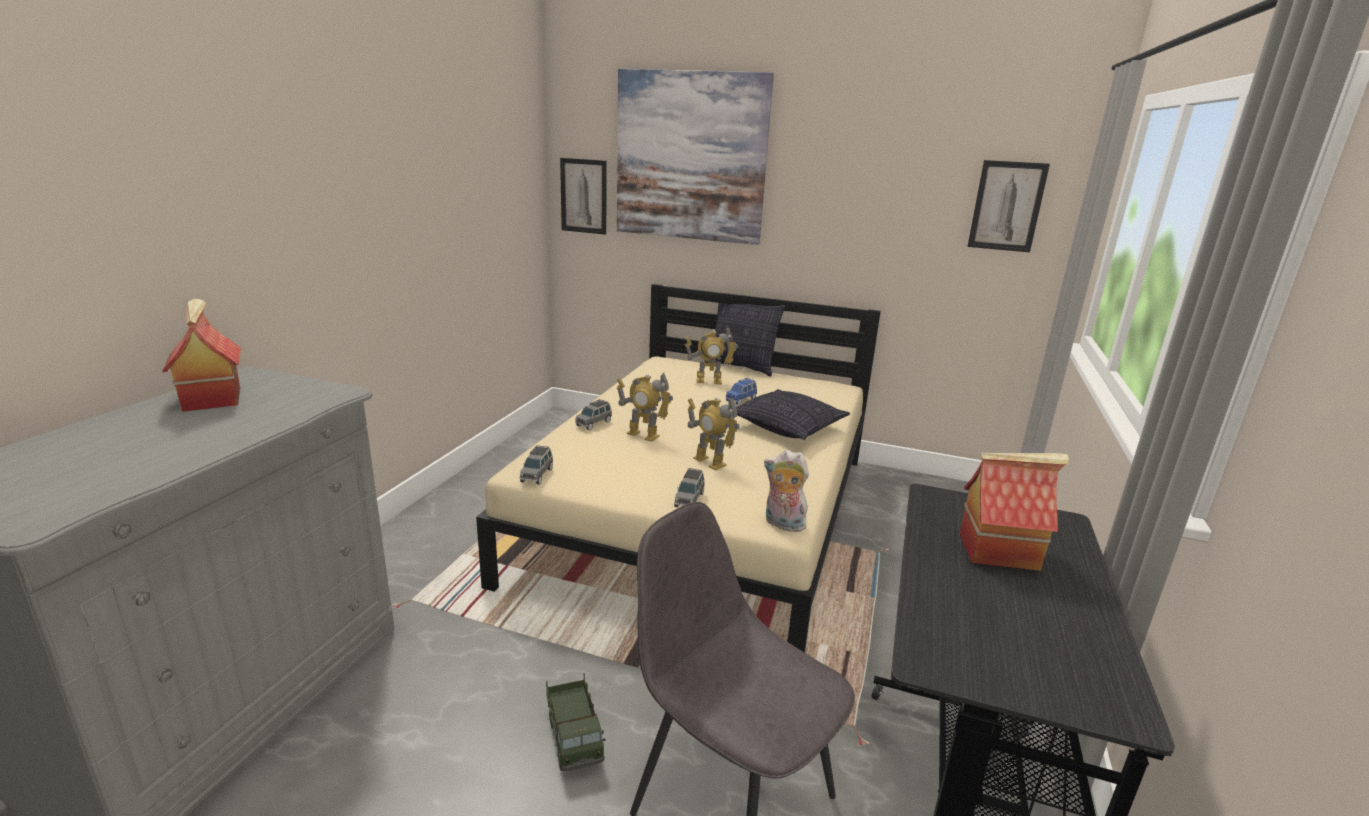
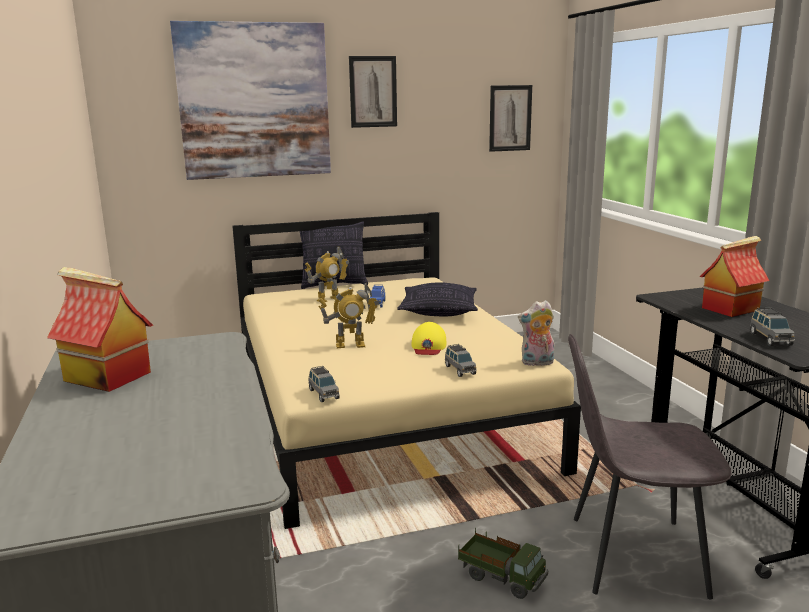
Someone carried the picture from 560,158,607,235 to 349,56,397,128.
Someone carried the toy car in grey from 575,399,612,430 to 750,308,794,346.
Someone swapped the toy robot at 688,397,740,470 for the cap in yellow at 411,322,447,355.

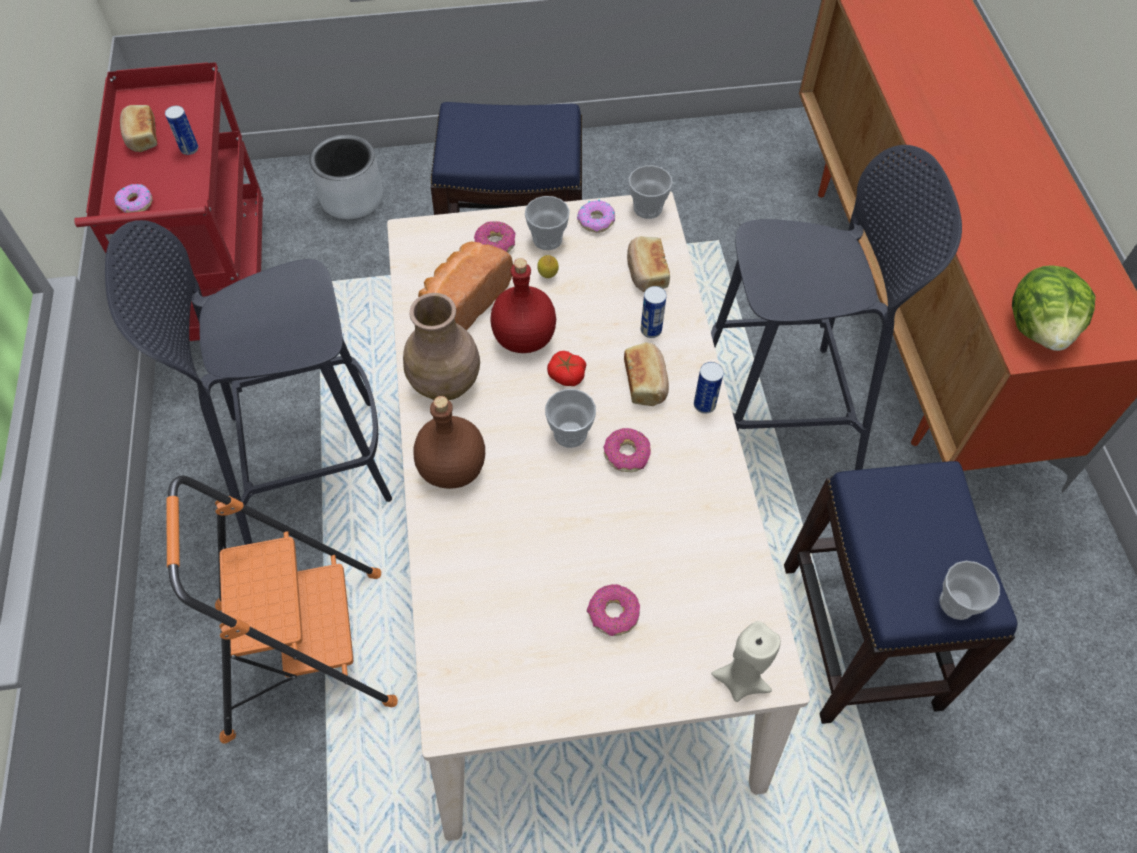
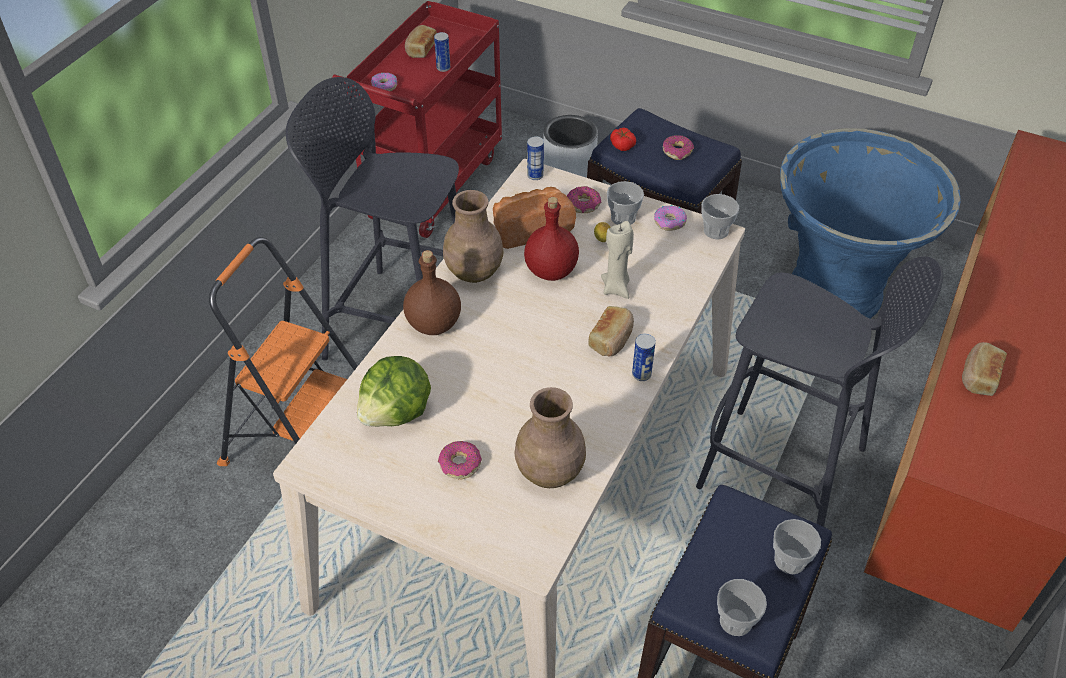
Someone carried the cup from 545,389,596,448 to 773,519,821,574.
Someone carried the tomato from 547,351,586,386 to 610,128,636,151.
Someone carried the donut from 604,428,651,472 to 663,135,694,160.
Someone carried the bread from 627,236,670,292 to 962,342,1007,396.
Someone carried the can from 641,286,667,338 to 527,136,544,180.
Someone carried the candle in beige from 711,621,781,702 to 601,221,634,299.
Someone carried the lettuce from 1012,265,1096,351 to 357,356,431,427.
Someone put down the vase in brown at 515,387,586,488.
Someone put down the planter in blue at 780,128,961,319.

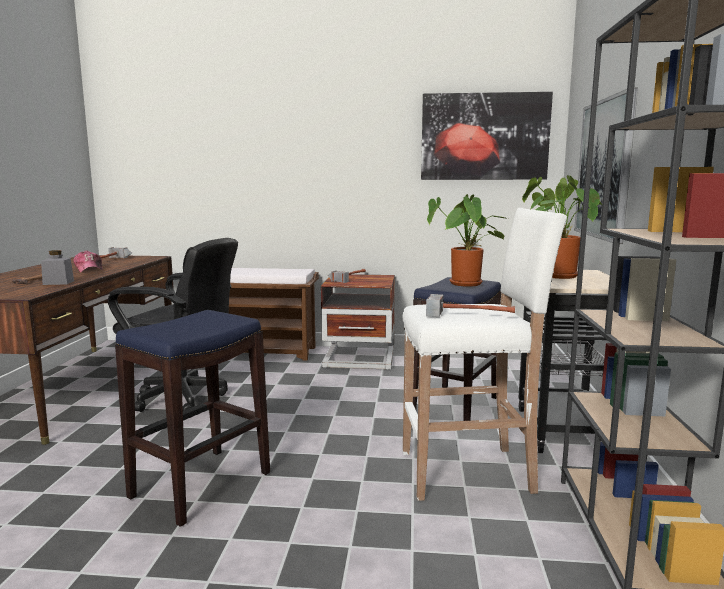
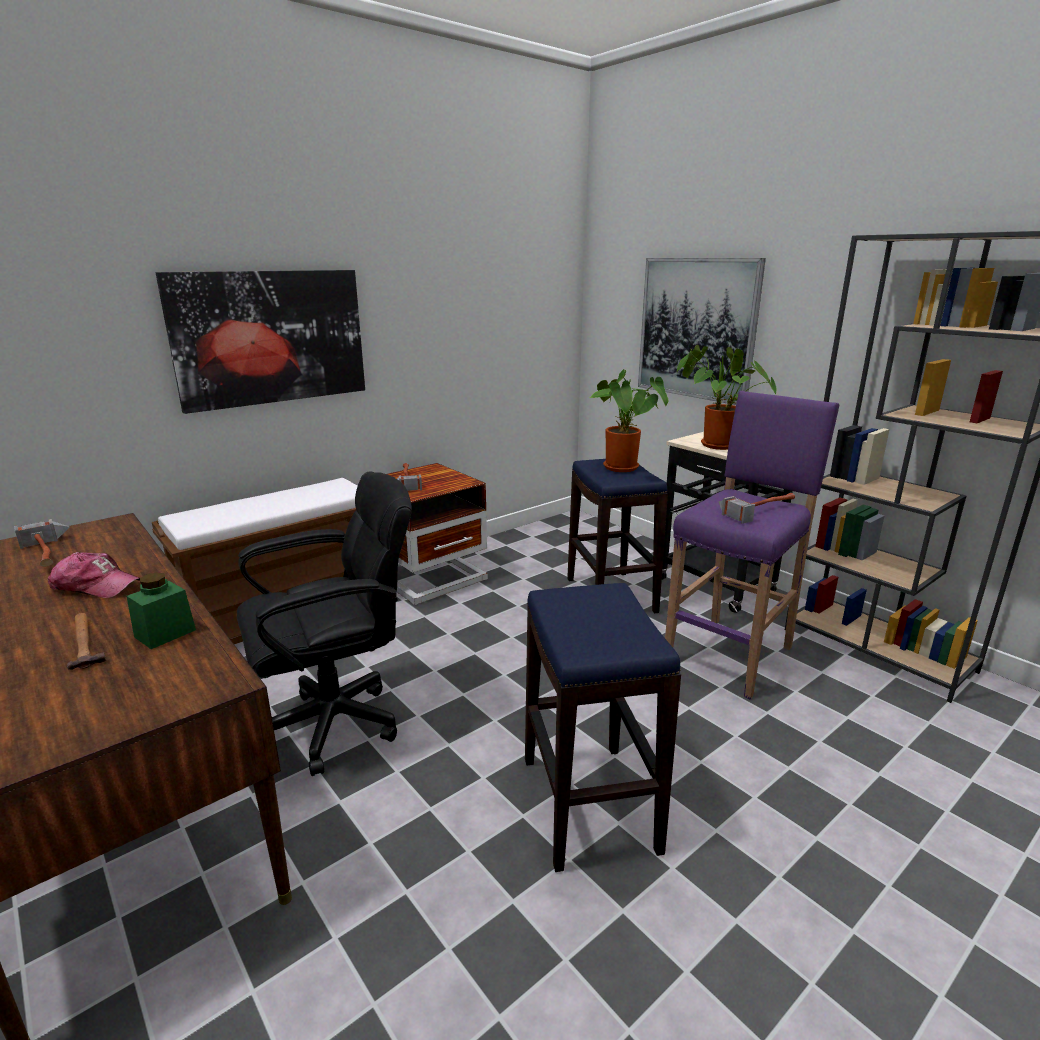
Someone repainted the jar in grey at 41,250,74,285, which became the jar in green at 127,572,196,649.
Someone repainted the stool in white at 403,208,567,501, which became the stool in purple at 665,391,839,699.
Someone carried the picture from 421,92,553,180 to 156,270,365,414.

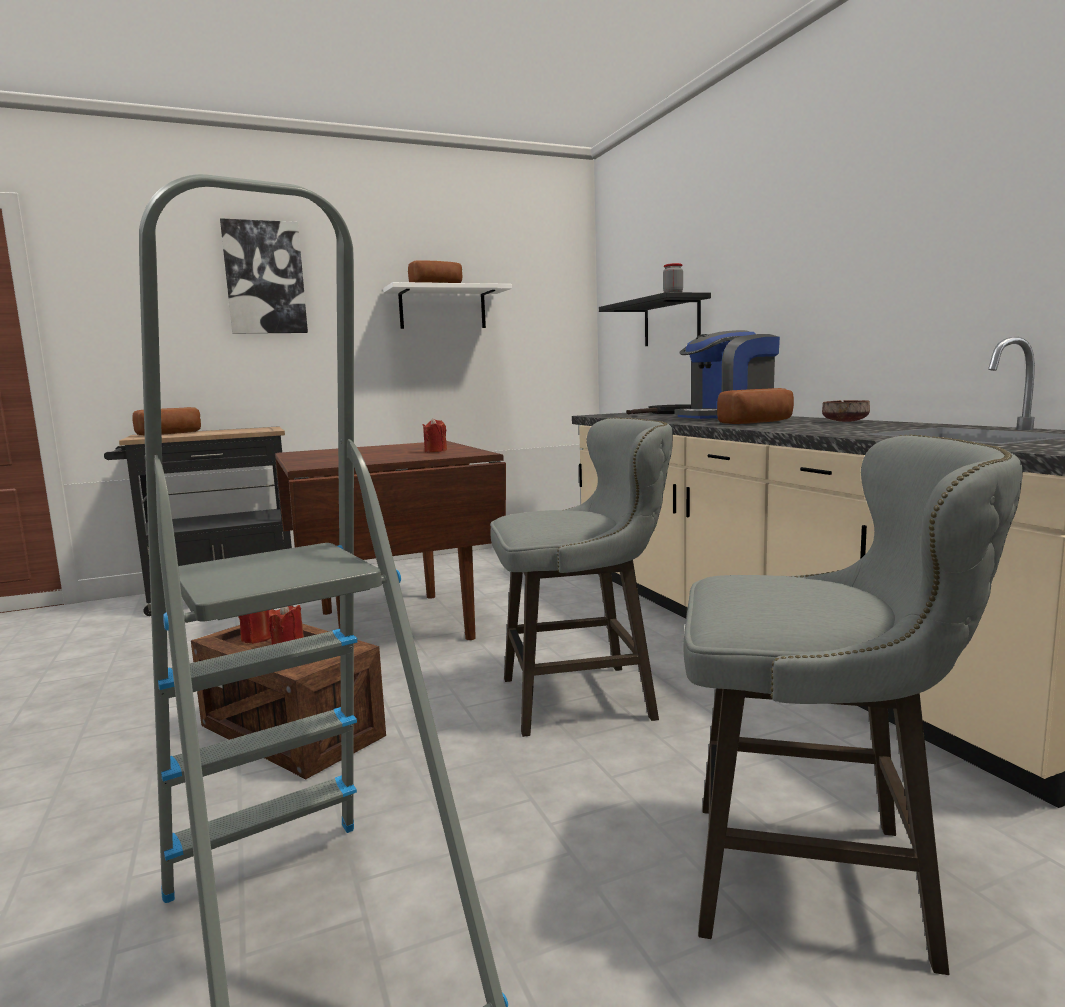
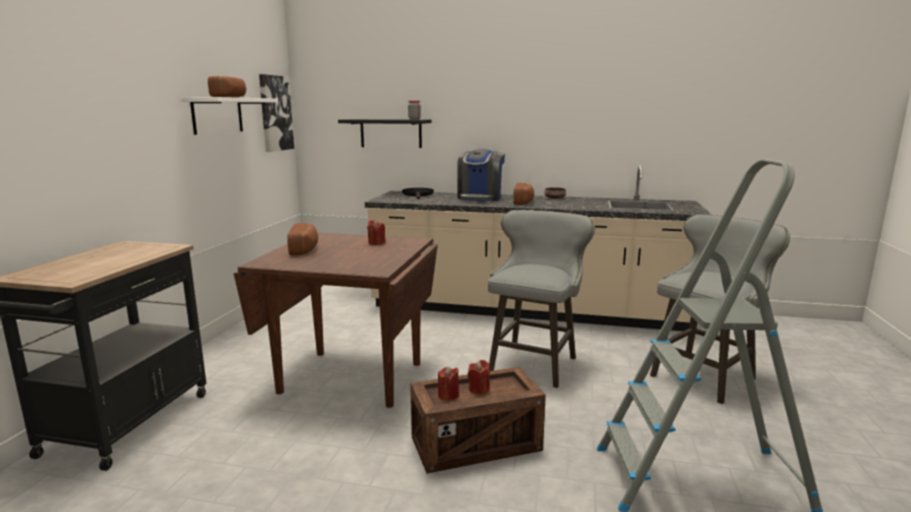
Someone carried the bread from 132,407,201,435 to 287,223,318,255.
Someone carried the picture from 220,218,308,334 to 259,74,294,152.

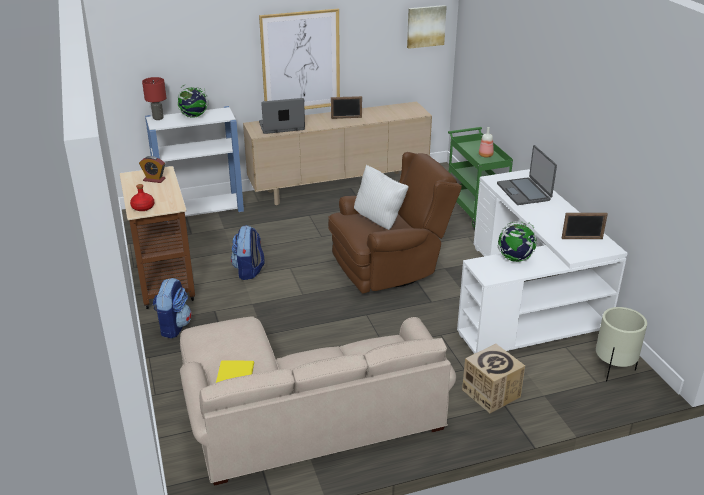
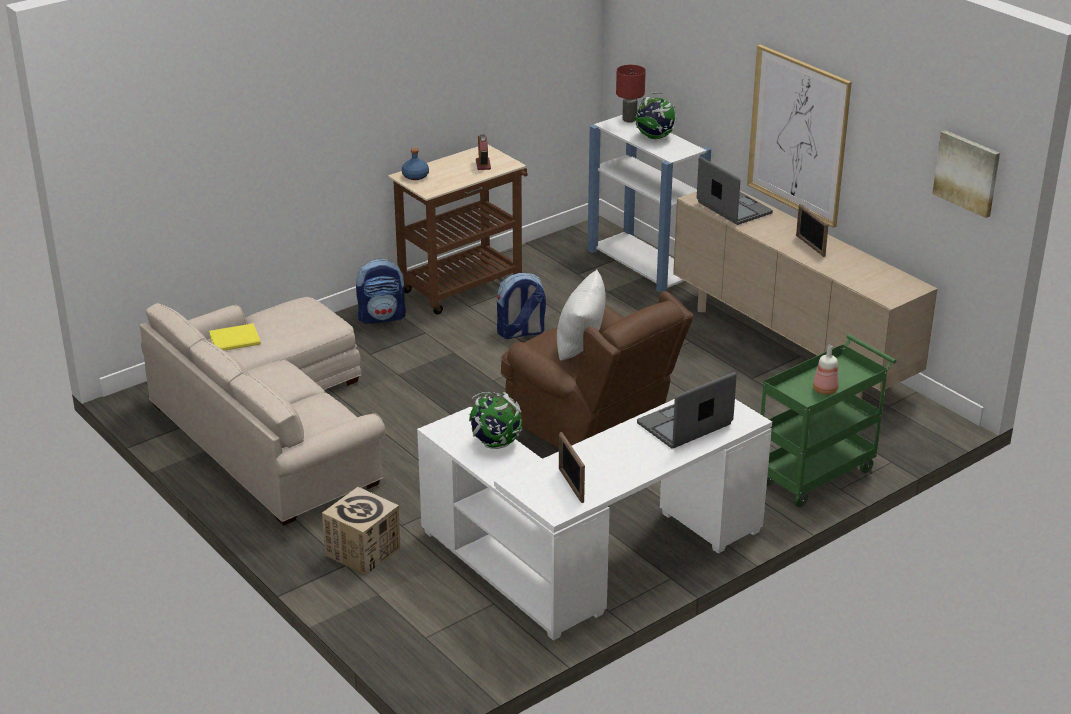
Someone repainted the bottle in red at 130,184,154,211, which became the bottle in blue at 402,148,429,180.
Someone took away the planter in beige at 596,307,647,381.

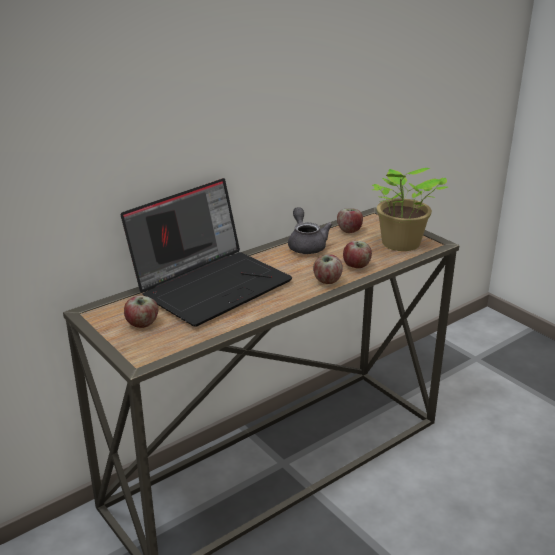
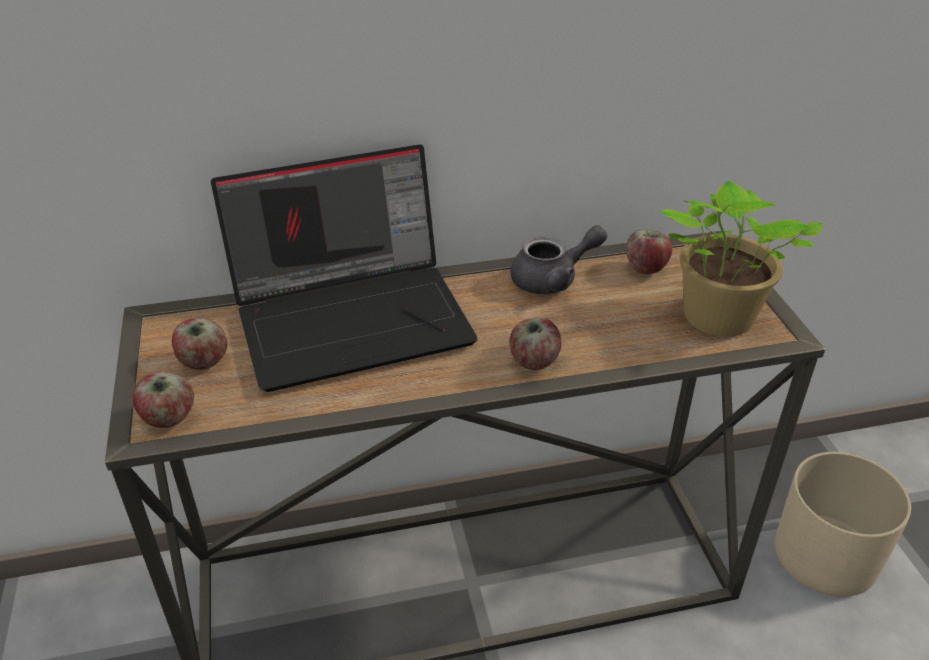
Someone rotated the teapot in grey at 288,207,332,254 by 60 degrees clockwise.
Someone carried the apple from 343,241,372,268 to 132,371,194,428.
Someone put down the planter in beige at 775,452,911,597.

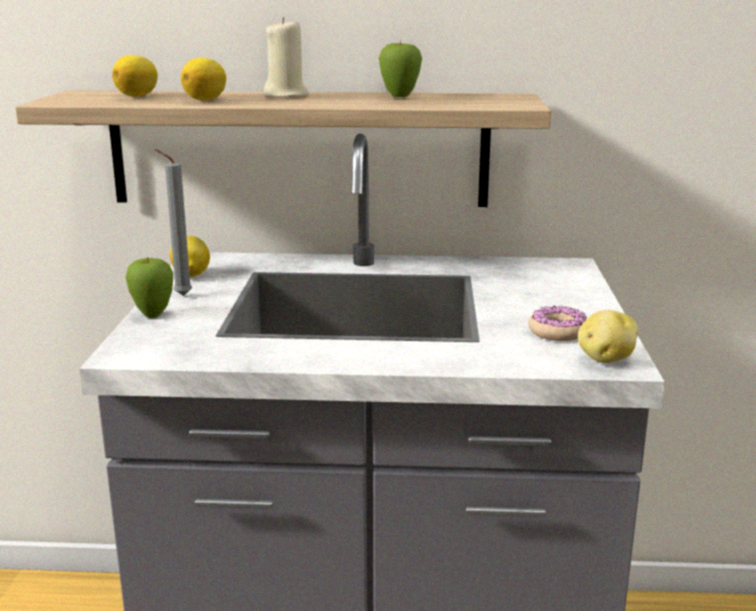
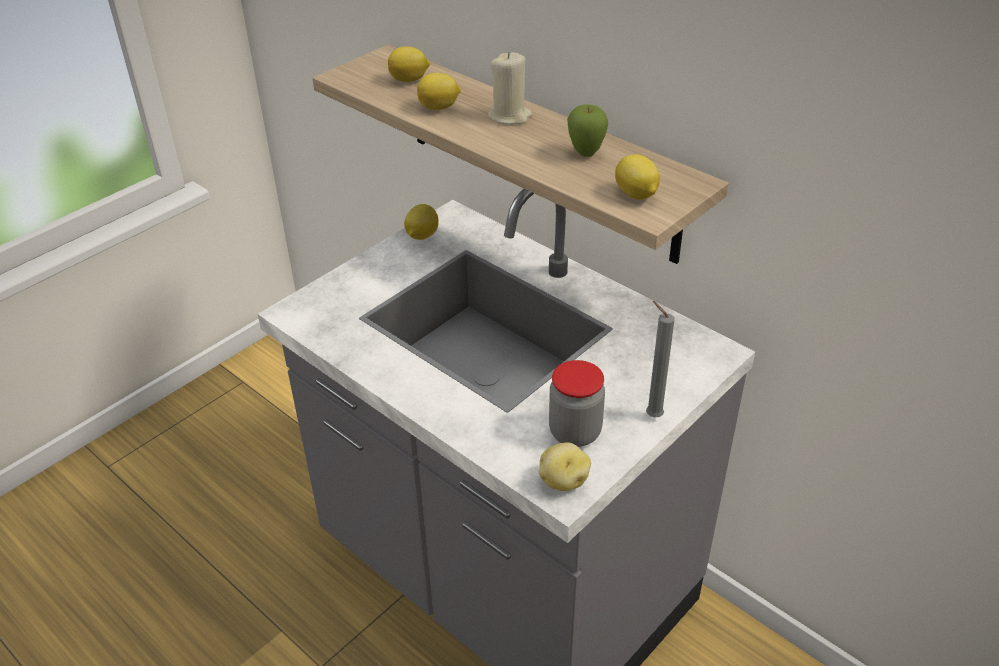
Someone took away the apple at 126,257,173,318.
Someone carried the candle in grey from 155,149,192,296 to 646,301,675,418.
Someone swapped the donut at 528,306,587,341 for the jar at 549,360,605,447.
Someone put down the lemon at 615,154,660,200.

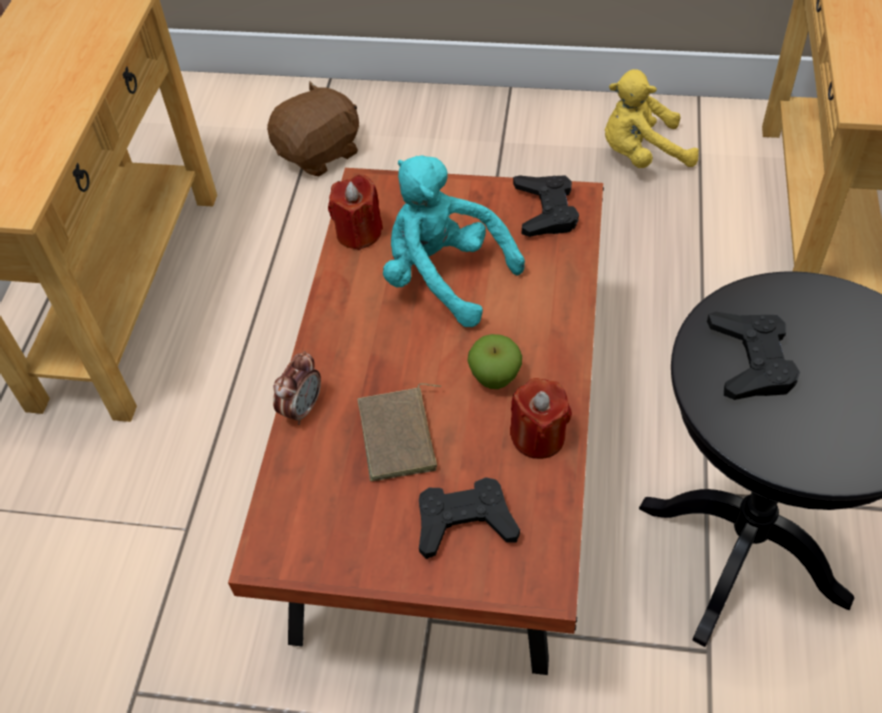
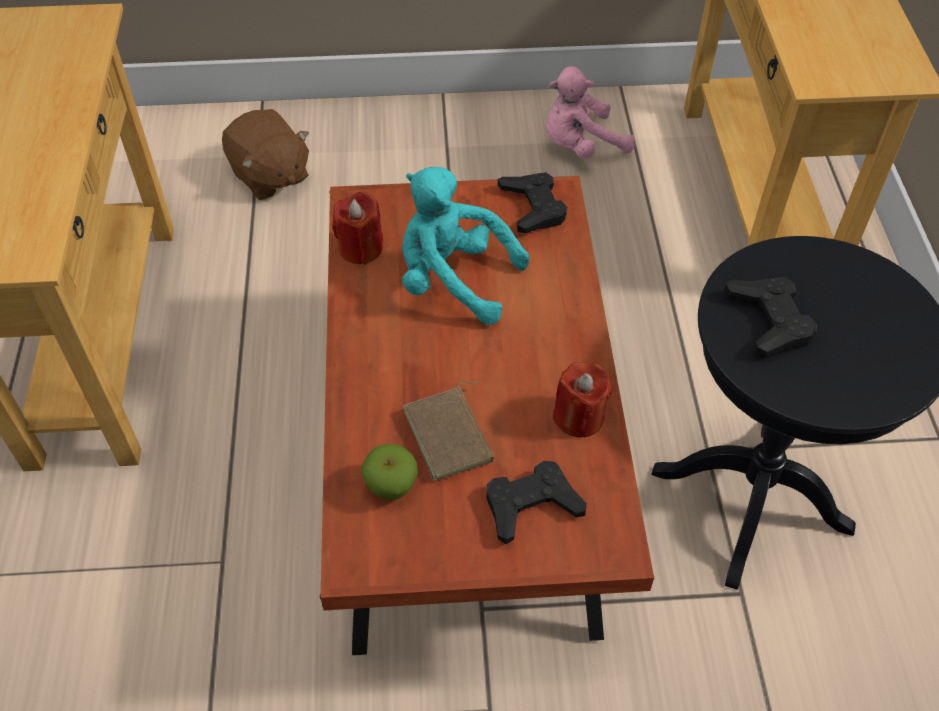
Someone rotated the plush toy in brown at 267,81,359,176 by 105 degrees clockwise.
Someone took away the alarm clock at 273,351,321,425.
Someone carried the apple from 467,334,522,389 to 362,444,418,500.
Someone repainted the plush toy in yellow at 605,69,699,168, which became the plush toy in pink at 546,66,634,159.

